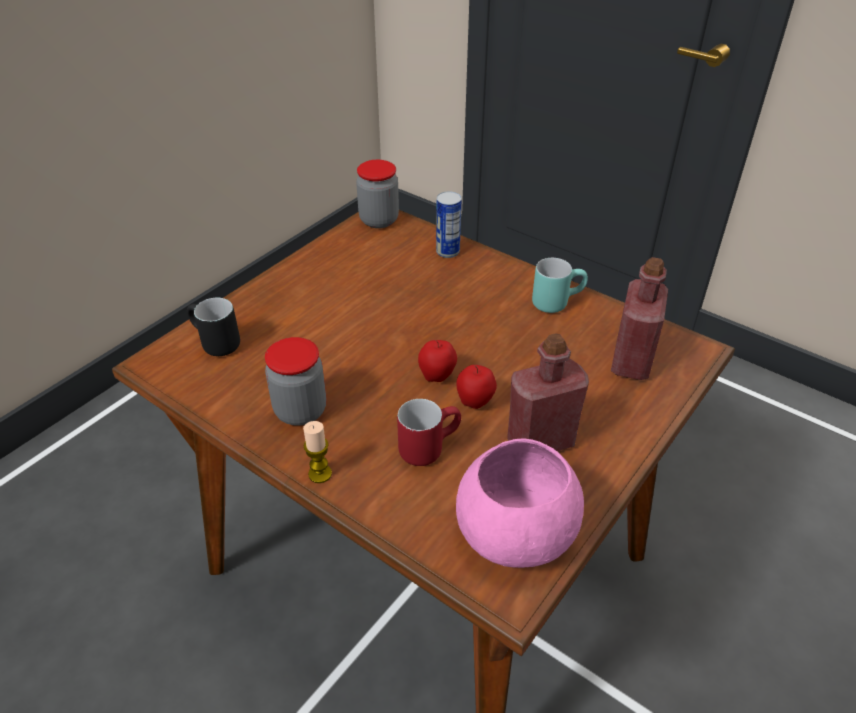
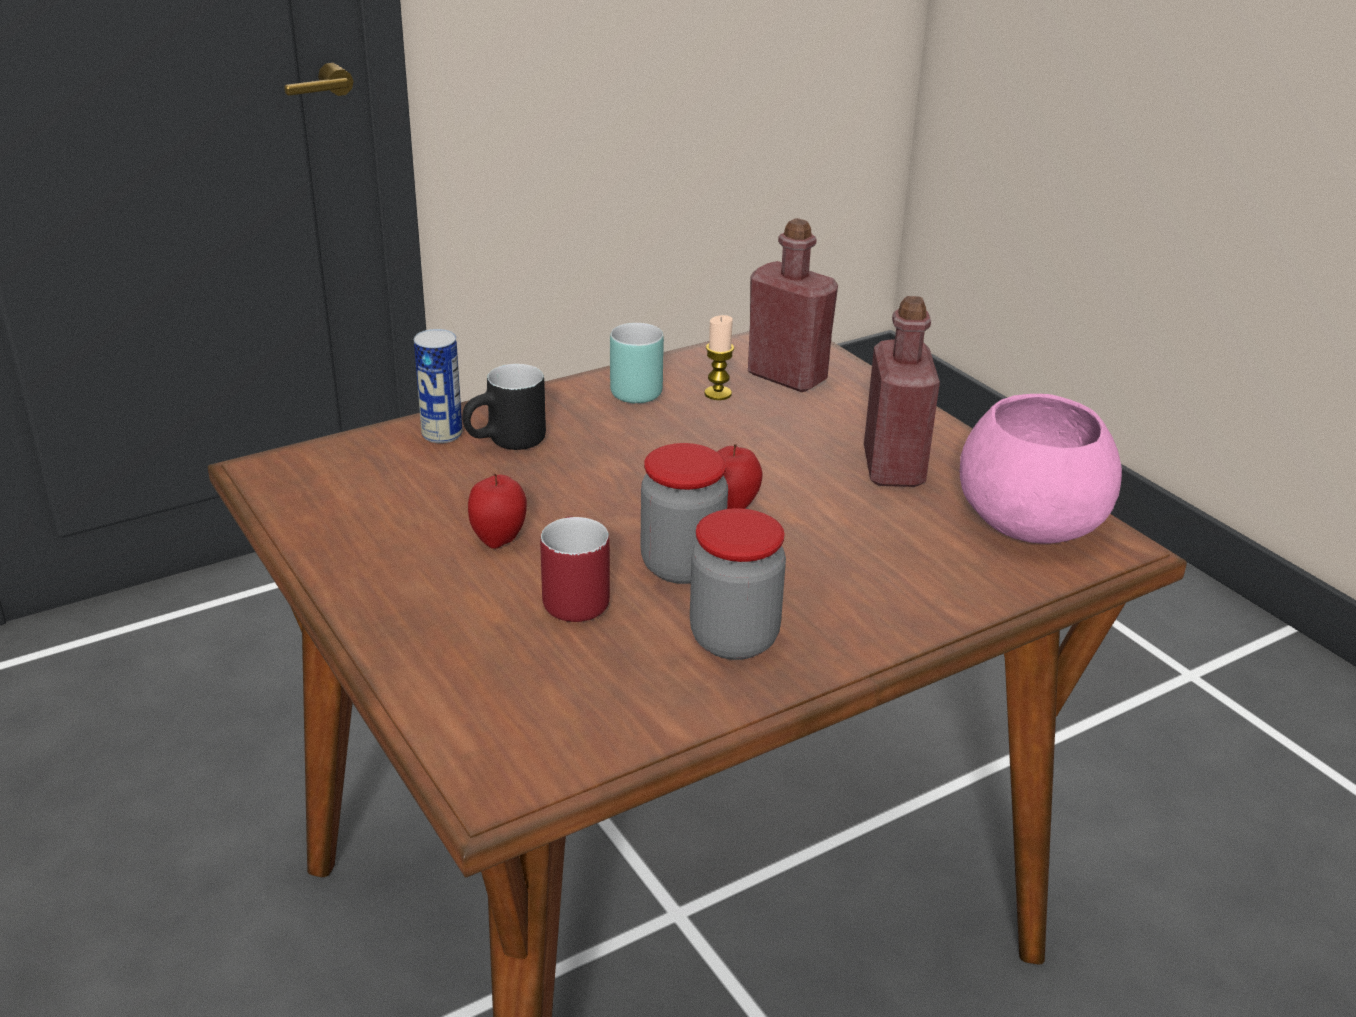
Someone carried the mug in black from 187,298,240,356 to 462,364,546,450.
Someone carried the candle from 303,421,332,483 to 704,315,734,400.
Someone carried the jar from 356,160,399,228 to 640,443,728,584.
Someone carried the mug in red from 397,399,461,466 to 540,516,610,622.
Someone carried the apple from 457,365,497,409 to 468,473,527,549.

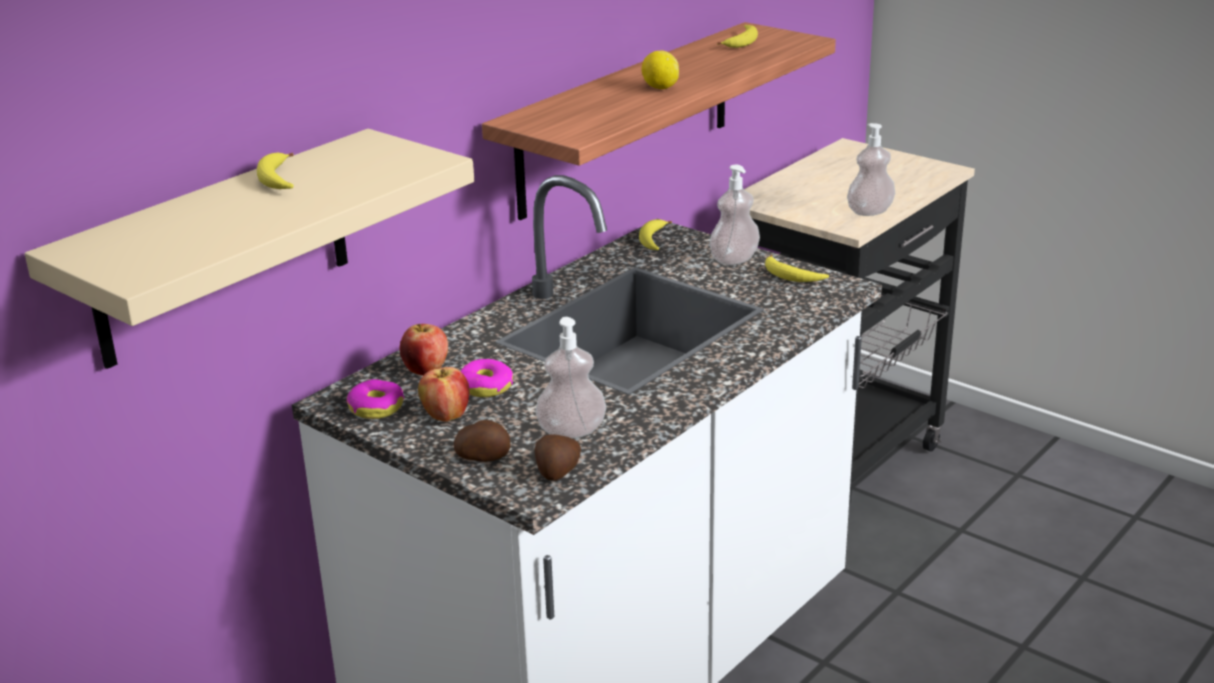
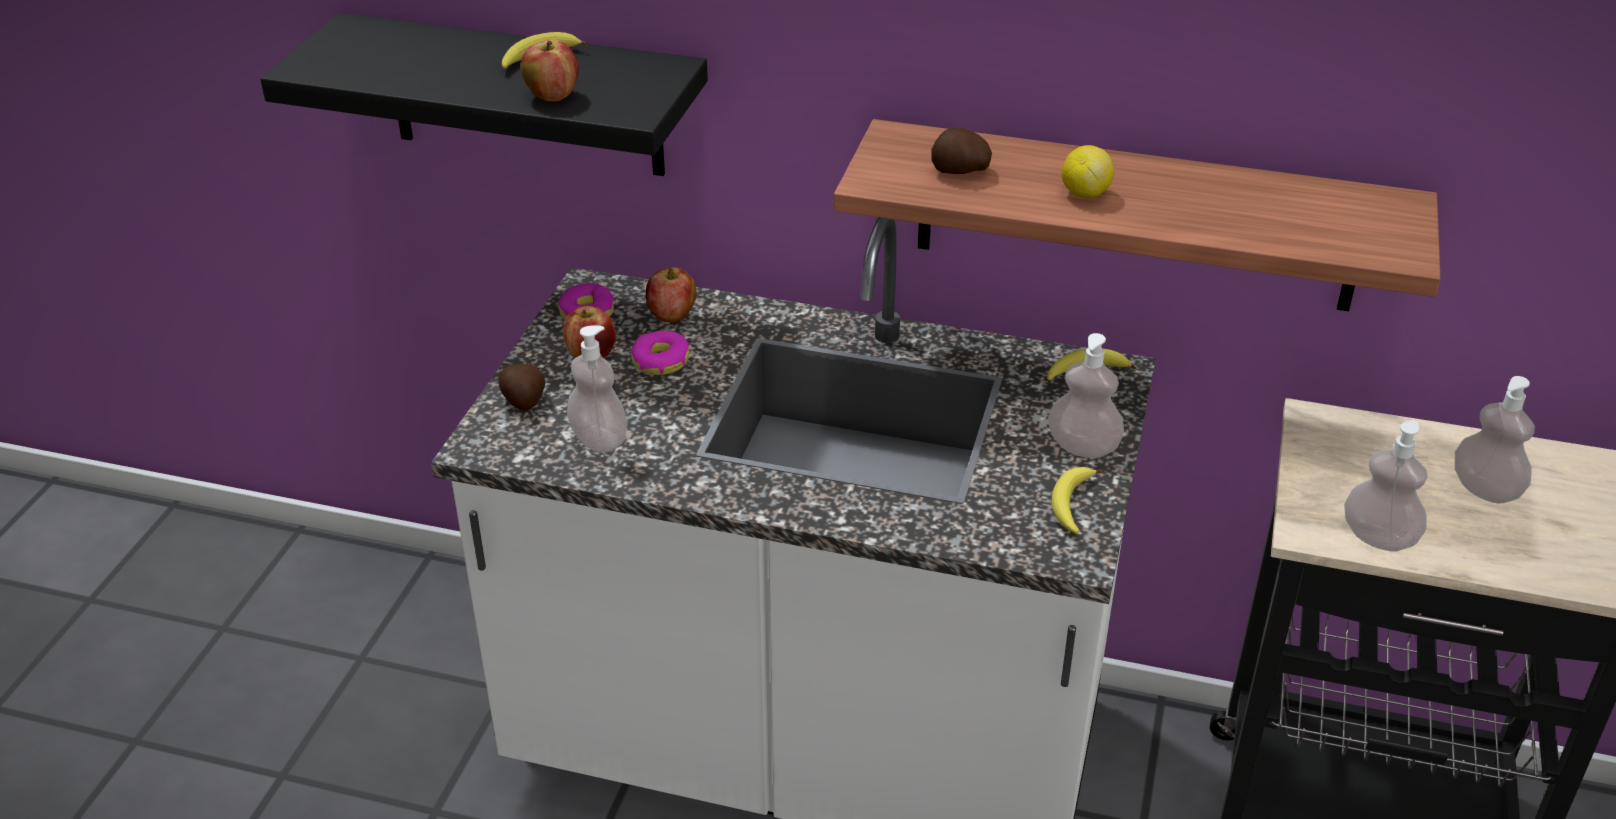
Someone repainted the shelf in beige at 25,129,474,369, which became the shelf in black at 260,13,708,176.
Someone carried the potato from 535,434,581,481 to 931,127,992,174.
Someone took away the banana at 717,25,758,48.
Someone put down the apple at 521,39,579,101.
Someone put down the soap dispenser at 1455,376,1535,504.

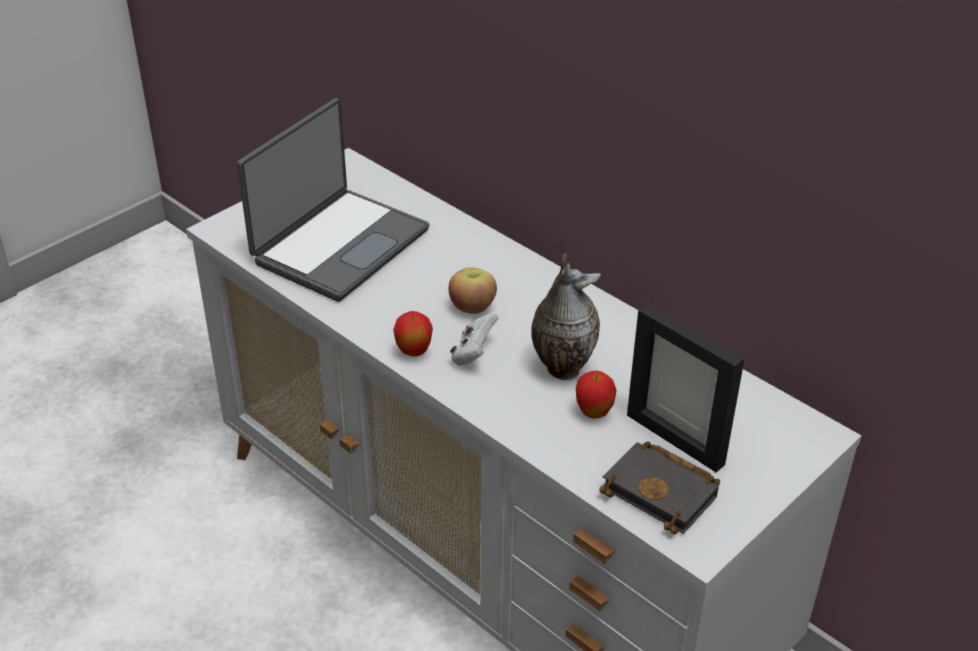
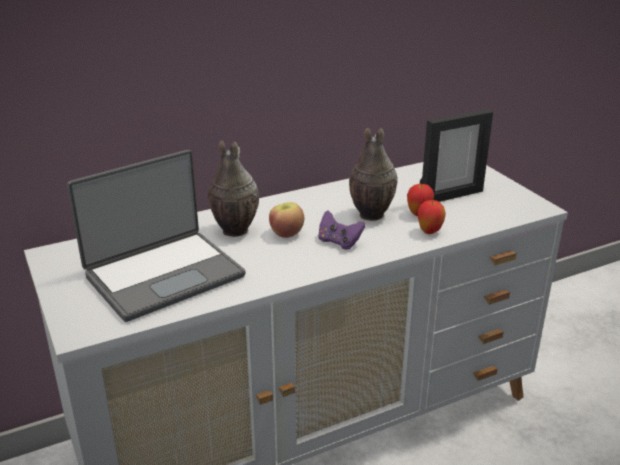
Someone rotated the laptop at 237,98,430,302 by 90 degrees clockwise.
Someone carried the apple from 393,311,433,357 to 418,200,446,234.
Someone repainted the game controller in white at 450,312,498,366, which became the game controller in purple at 318,211,365,249.
Someone took away the book in black at 599,441,720,534.
Someone put down the vase at 208,141,259,237.

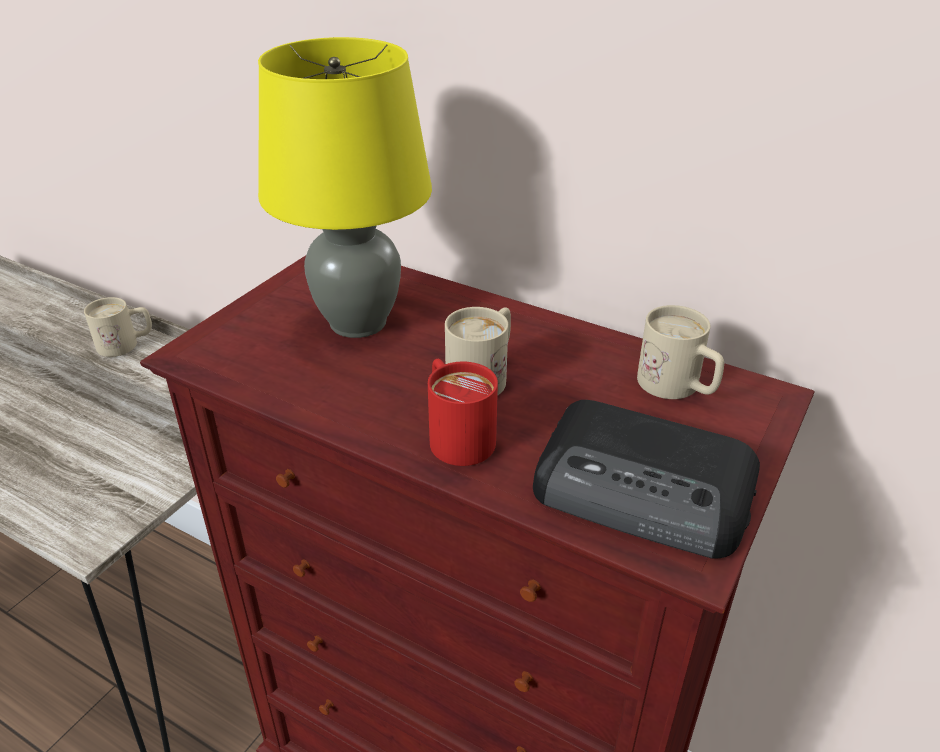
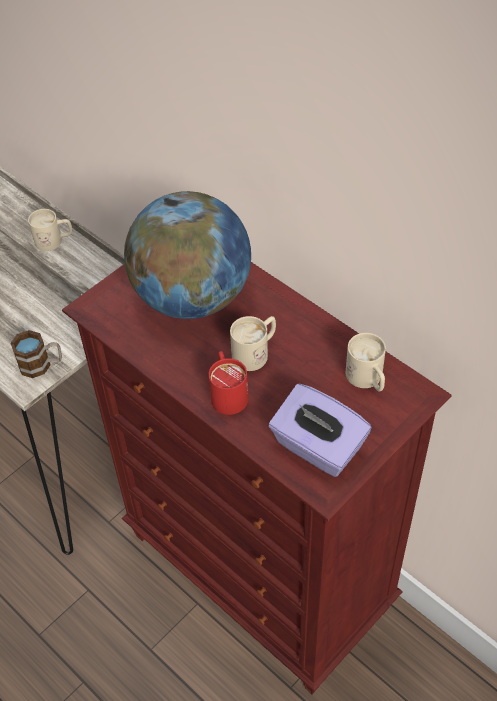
Someone swapped the table lamp in yellow at 258,37,432,338 for the globe at 124,191,251,319.
Someone swapped the radio at 533,400,760,559 for the tissue box in purple at 269,383,371,477.
Someone put down the mug at 10,330,62,378.

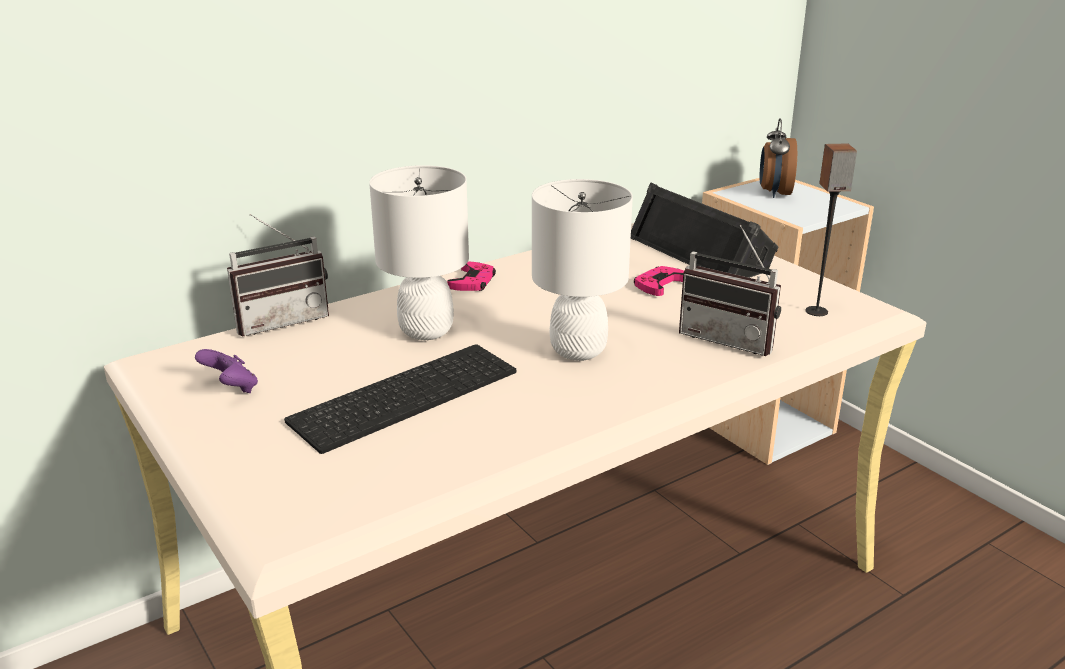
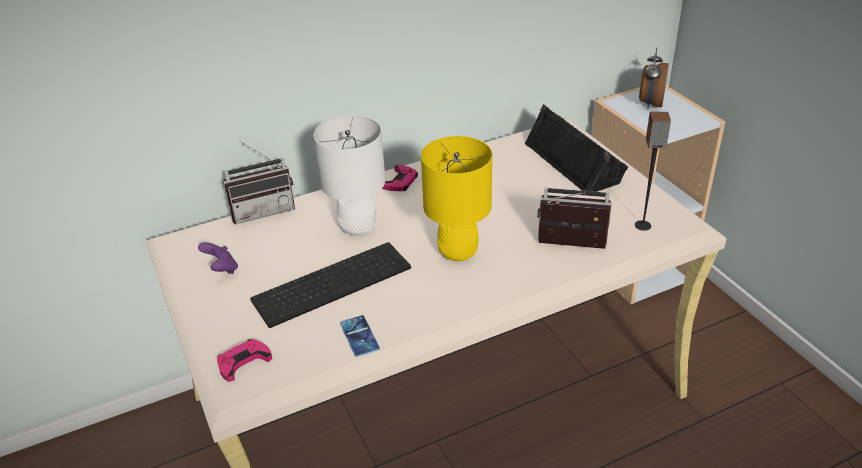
Someone repainted the table lamp in white at 532,179,633,361, which became the table lamp in yellow at 421,136,492,261.
Someone carried the game controller in pink from 634,266,684,296 to 217,339,272,382.
Someone rotated the radio at 679,225,781,356 by 150 degrees clockwise.
Someone put down the phone at 340,315,380,357.

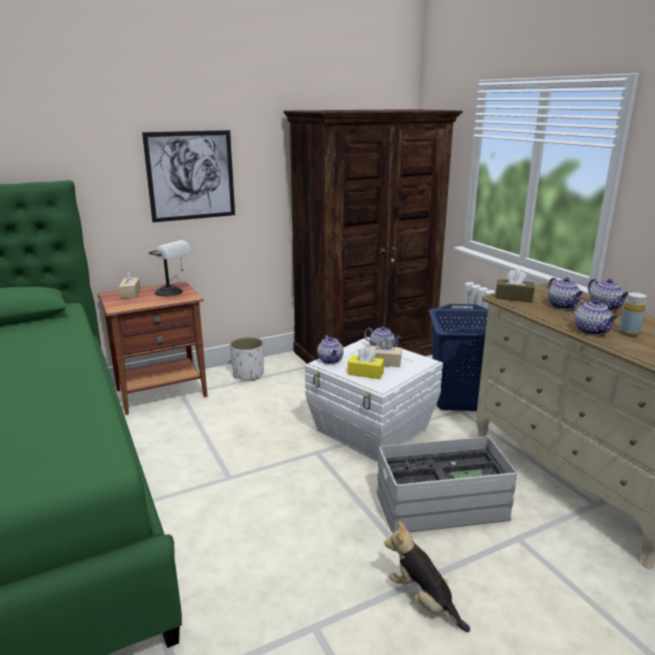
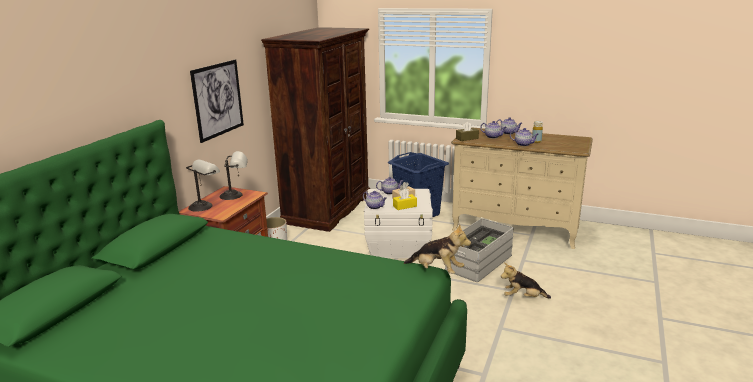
Someone swapped the tissue box in beige at 119,270,141,299 for the table lamp at 186,160,220,212.
Someone put down the plush toy at 404,224,471,274.

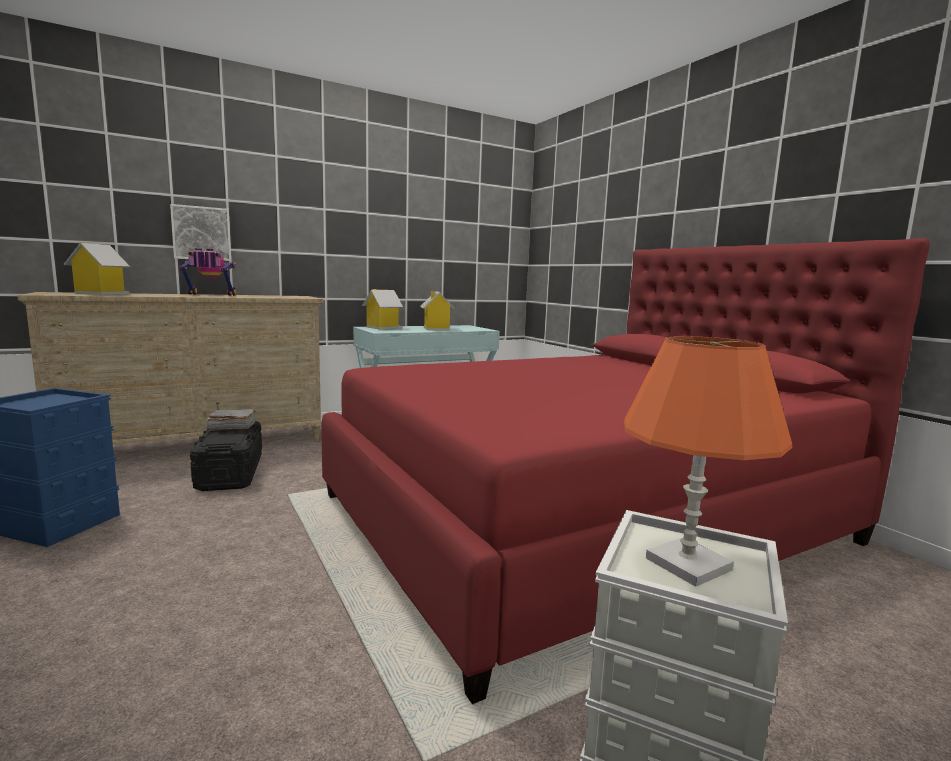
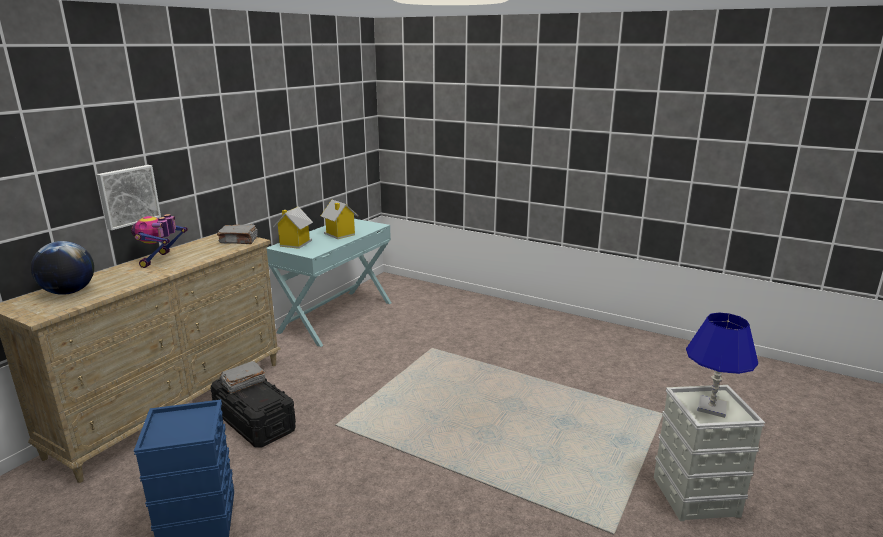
Someone swapped the toy house at 64,243,130,295 for the globe at 31,241,94,295.
Someone rotated the toy robot at 179,248,236,296 by 45 degrees counterclockwise.
Someone took away the bed in red at 321,238,930,704.
Someone repainted the table lamp in orange at 624,336,792,587, which became the table lamp in blue at 686,312,758,418.
Someone put down the book in grey at 217,224,258,244.

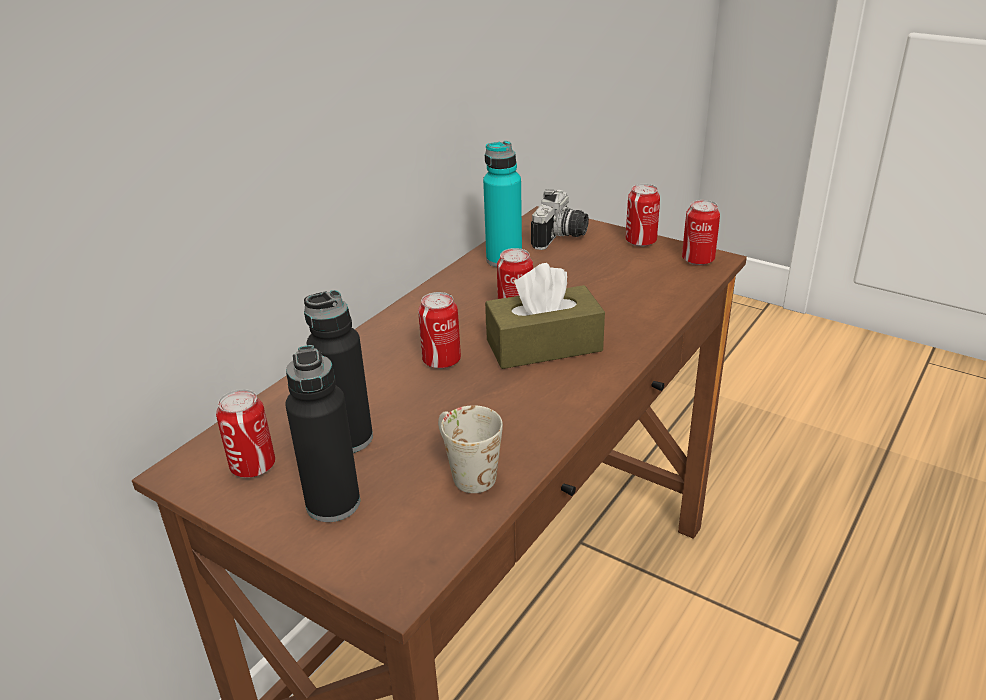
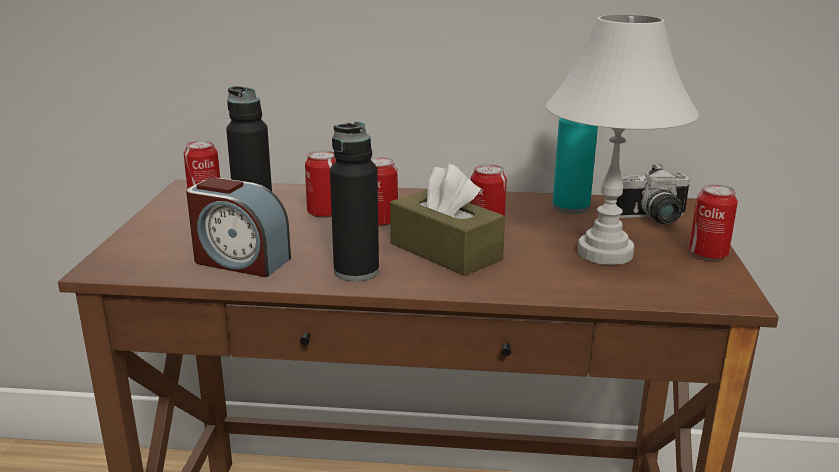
Someone carried the bottle in black from 285,345,360,522 to 330,122,379,281.
Someone swapped the mug in white at 438,405,503,493 for the alarm clock at 186,177,291,277.
Someone carried the can from 682,200,720,266 to 305,150,336,218.
Someone put down the table lamp in white at 546,15,699,265.

